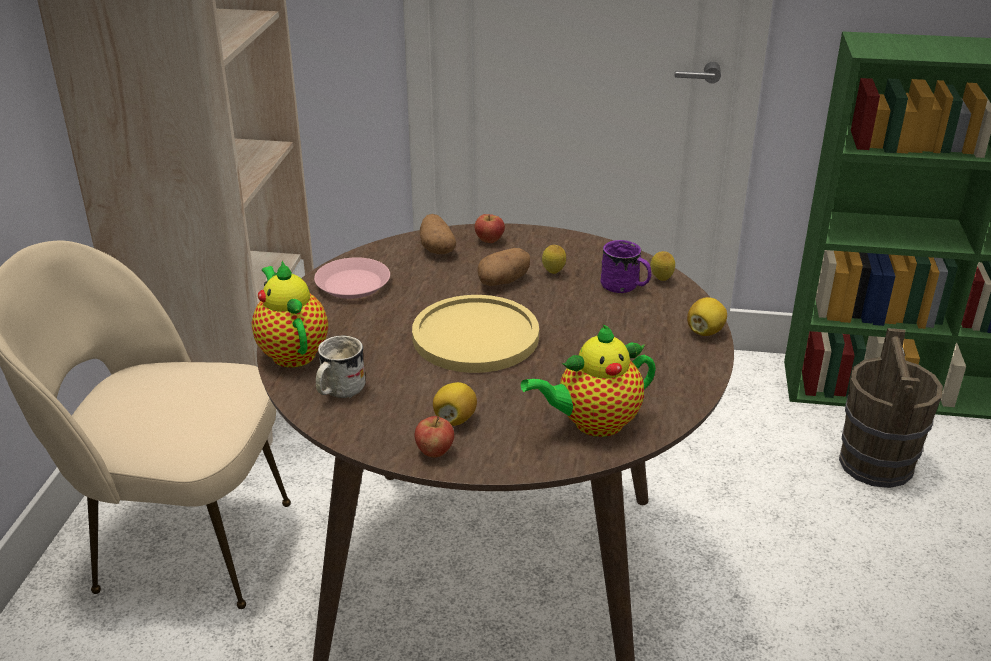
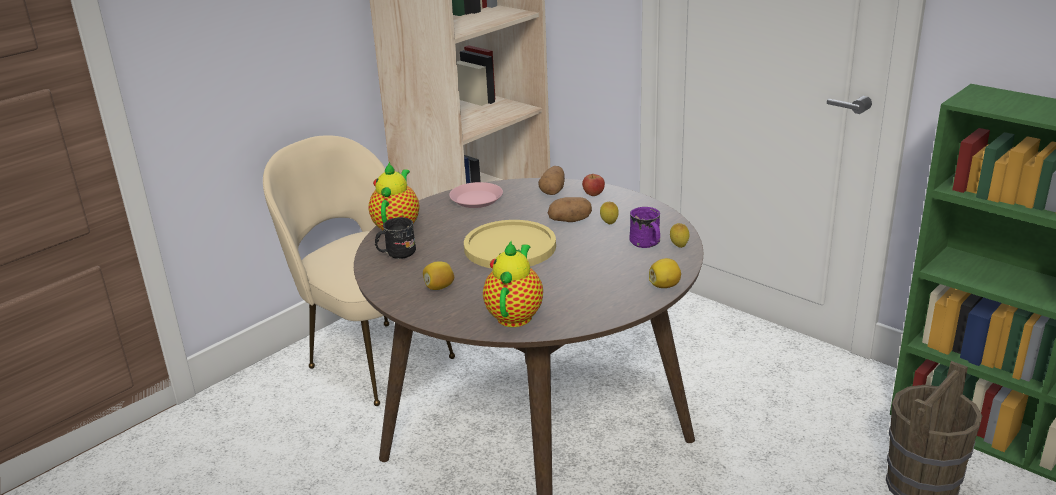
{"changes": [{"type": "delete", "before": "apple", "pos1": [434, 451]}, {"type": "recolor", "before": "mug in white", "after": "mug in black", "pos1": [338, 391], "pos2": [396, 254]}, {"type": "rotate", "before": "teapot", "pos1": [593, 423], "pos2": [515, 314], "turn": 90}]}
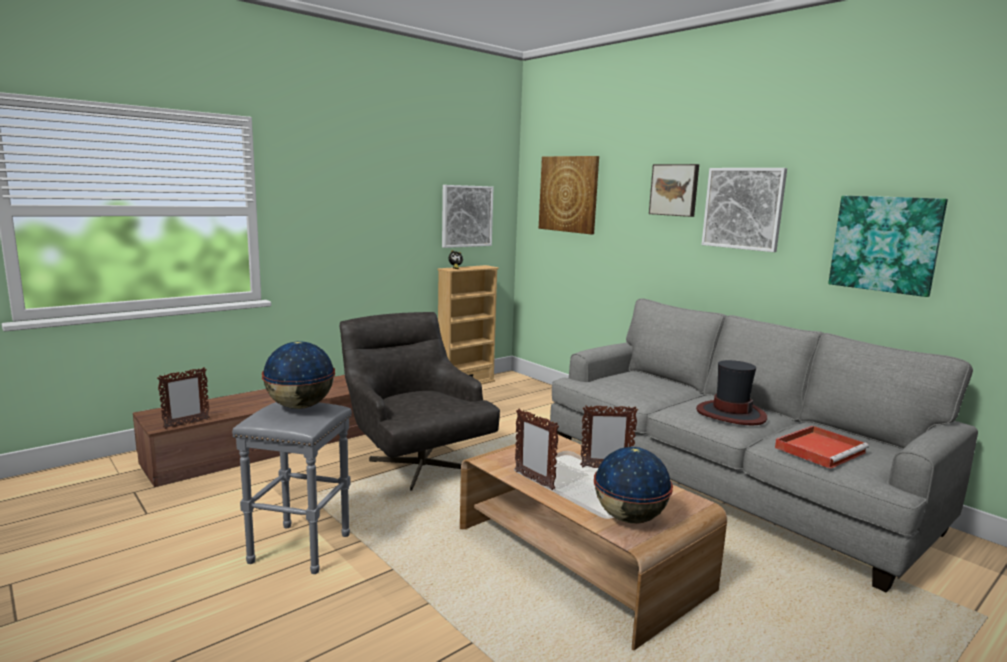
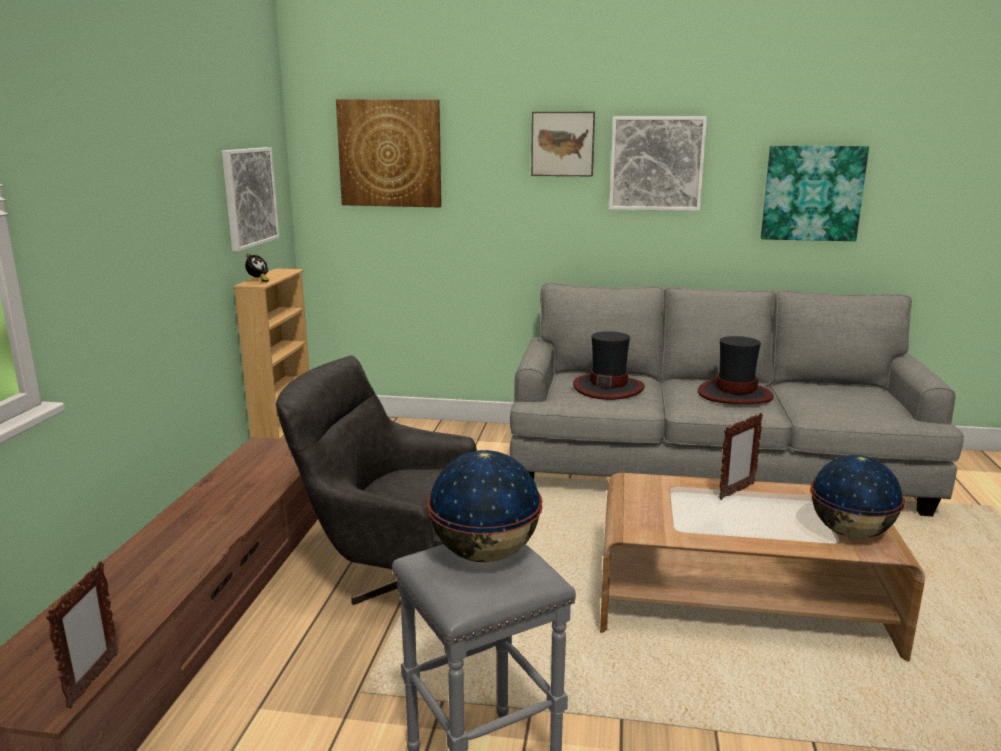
{"changes": [{"type": "delete", "before": "picture frame", "pos1": [534, 480]}, {"type": "delete", "before": "tray in red", "pos1": [820, 449]}, {"type": "insert", "after": "hat", "pos2": [608, 388]}]}
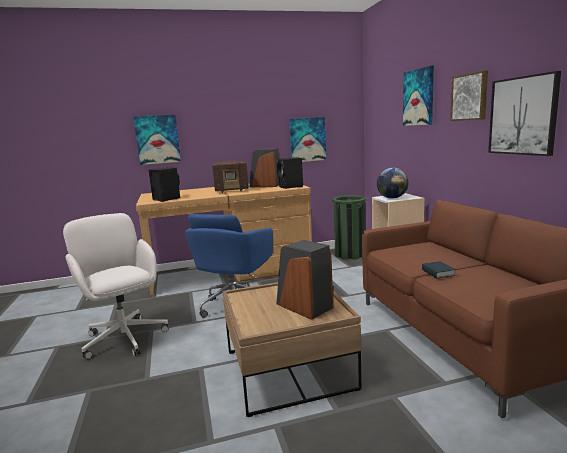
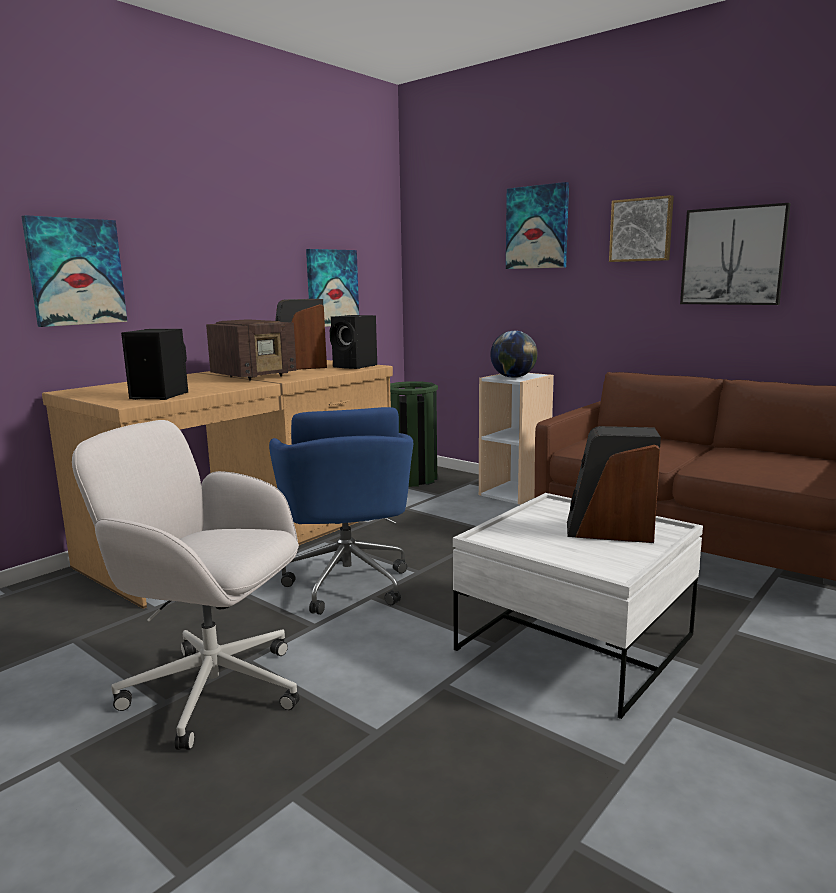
{"changes": [{"type": "delete", "before": "book", "pos1": [437, 273]}, {"type": "recolor", "before": "coffee table in brown", "after": "coffee table in white", "pos1": [289, 370], "pos2": [575, 643]}]}
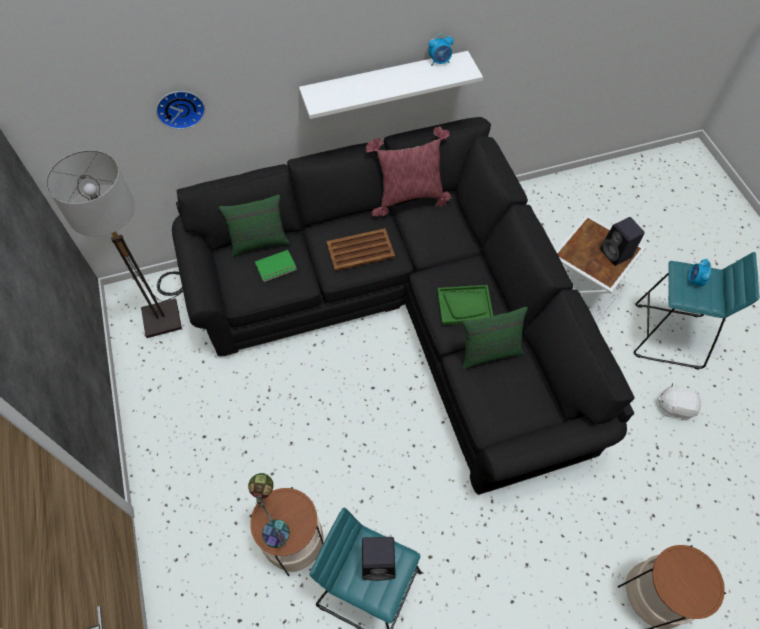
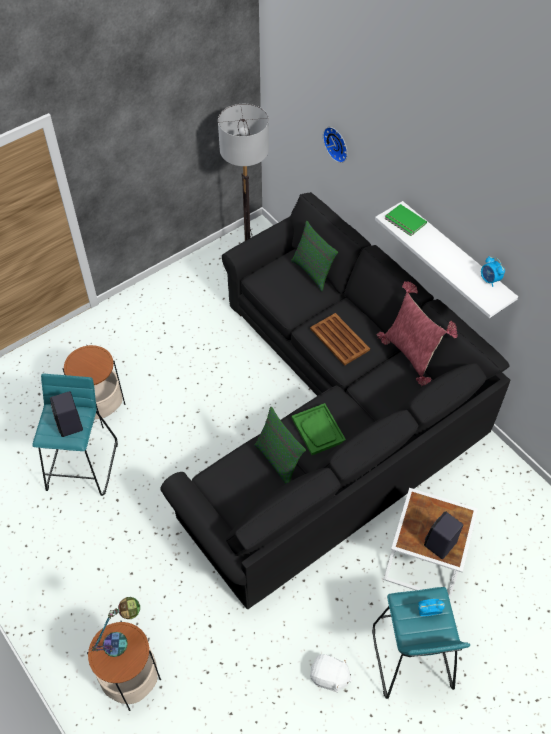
{"changes": [{"type": "move", "before": "table lamp", "pos1": [275, 525], "pos2": [122, 641]}, {"type": "move", "before": "book in green", "pos1": [276, 267], "pos2": [404, 222]}, {"type": "rotate", "before": "plush toy in white", "pos1": [675, 407], "pos2": [329, 677], "turn": 120}]}
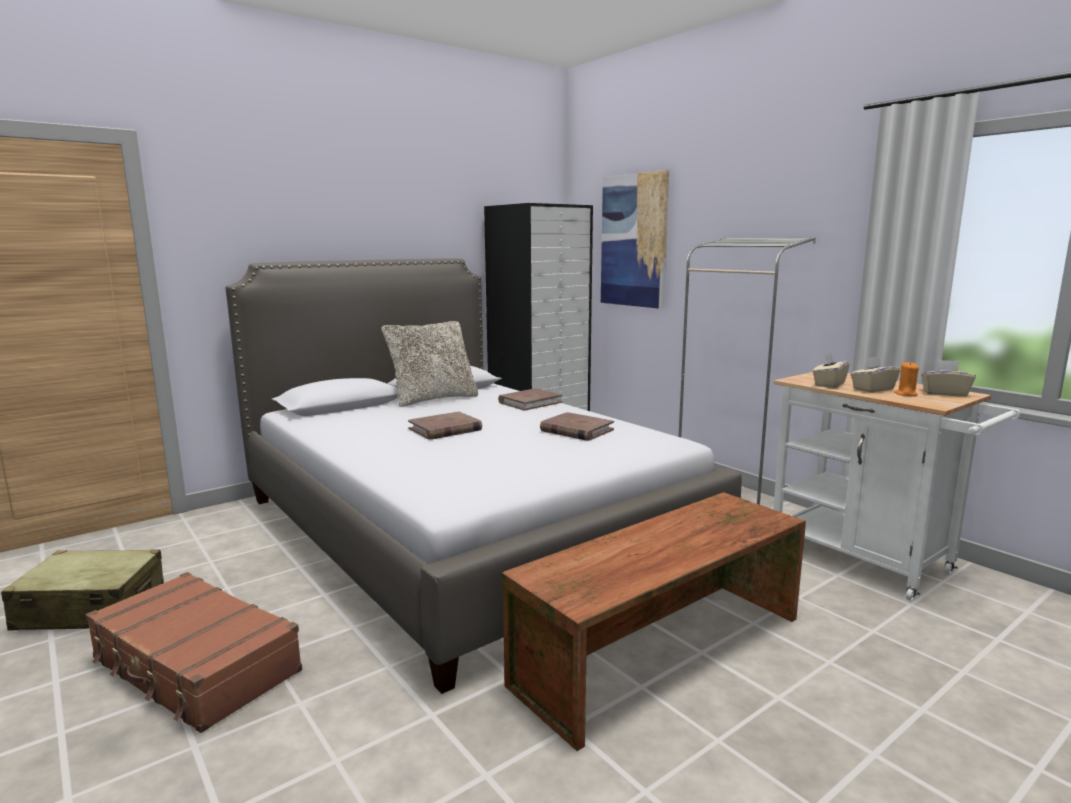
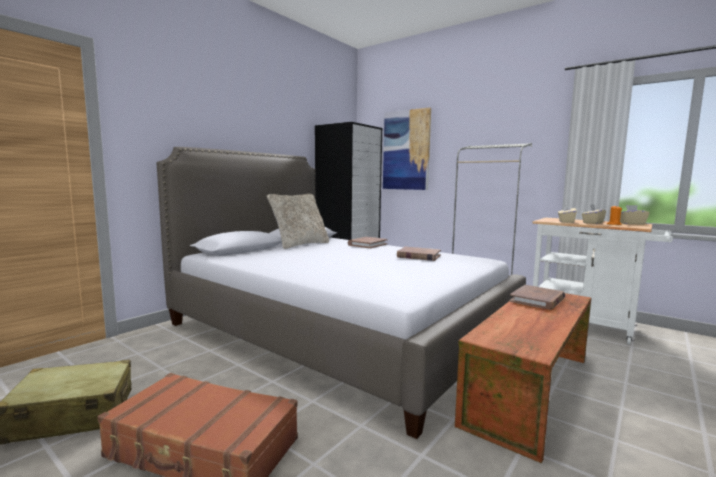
{"changes": [{"type": "move", "before": "book in brown", "pos1": [445, 429], "pos2": [537, 300]}]}
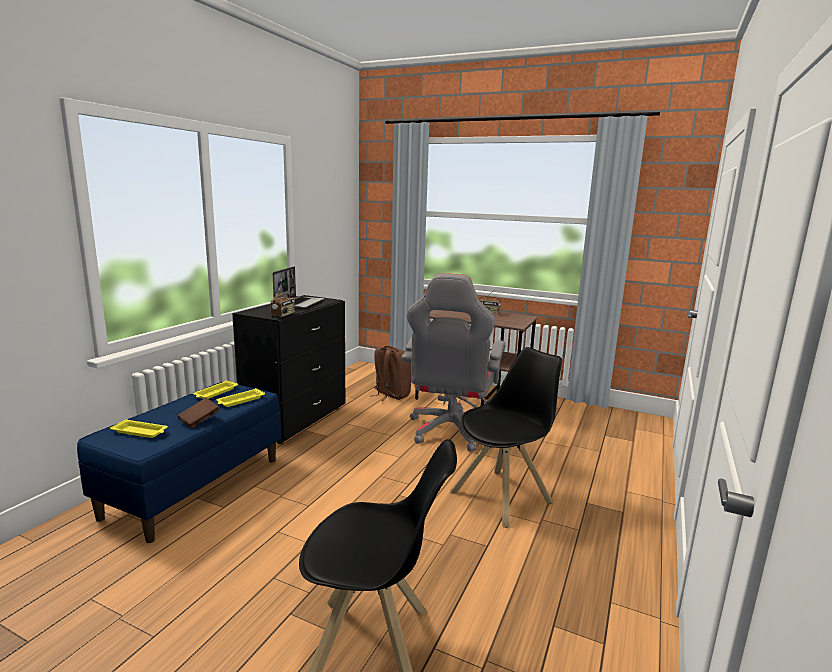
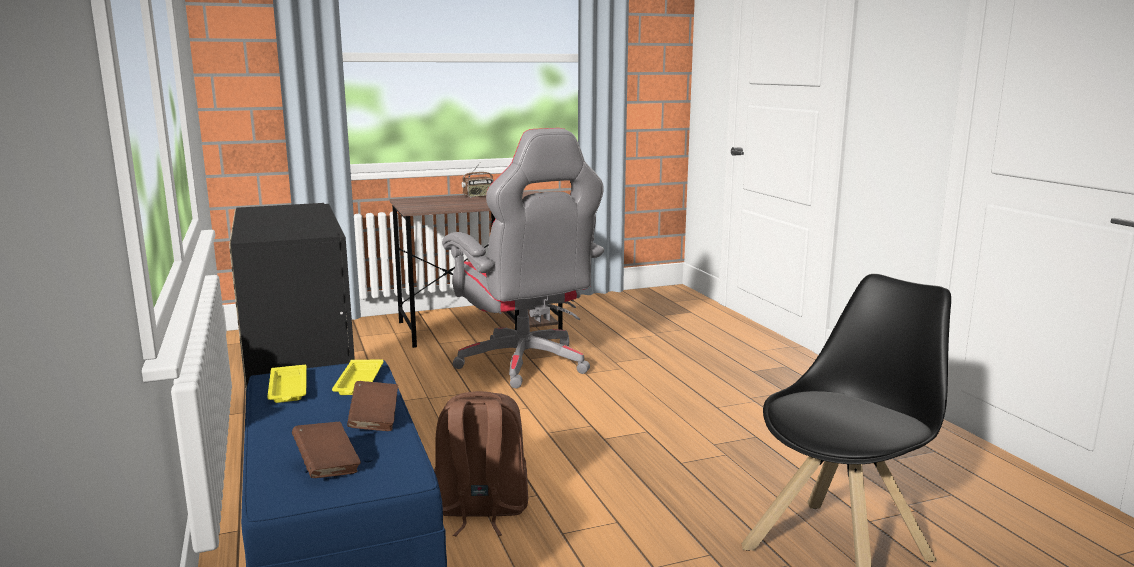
{"changes": [{"type": "delete", "before": "radio", "pos1": [283, 315]}, {"type": "delete", "before": "laptop", "pos1": [299, 303]}, {"type": "delete", "before": "chair in black", "pos1": [503, 496]}, {"type": "move", "before": "backpack in brown", "pos1": [390, 395], "pos2": [481, 510]}, {"type": "replace", "before": "tray in yellow", "after": "book in brown", "pos1": [140, 432], "pos2": [327, 466]}]}
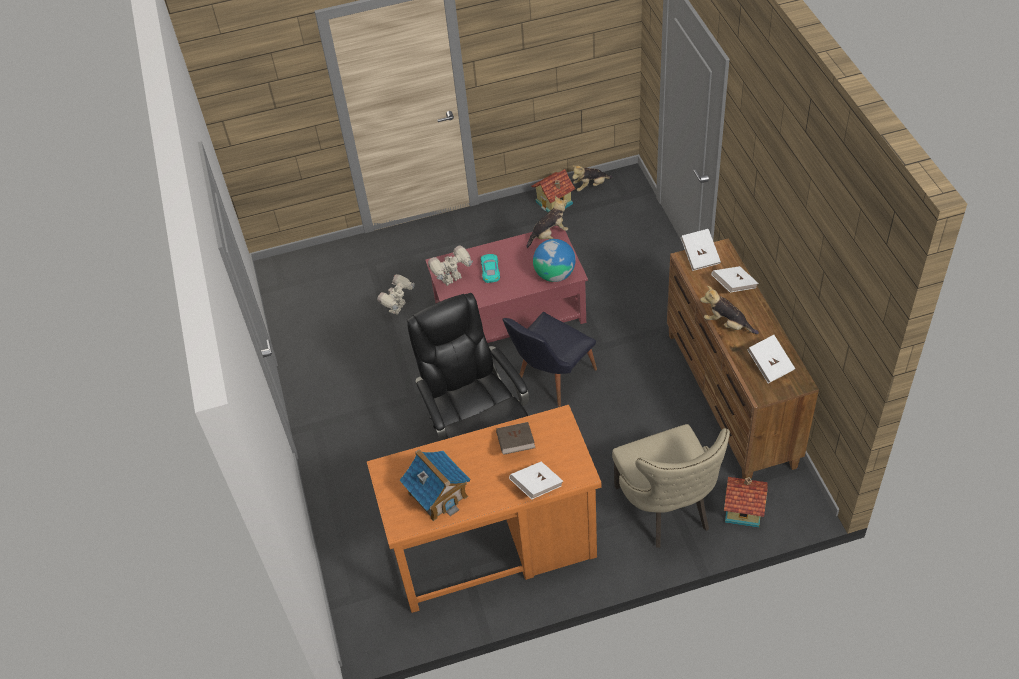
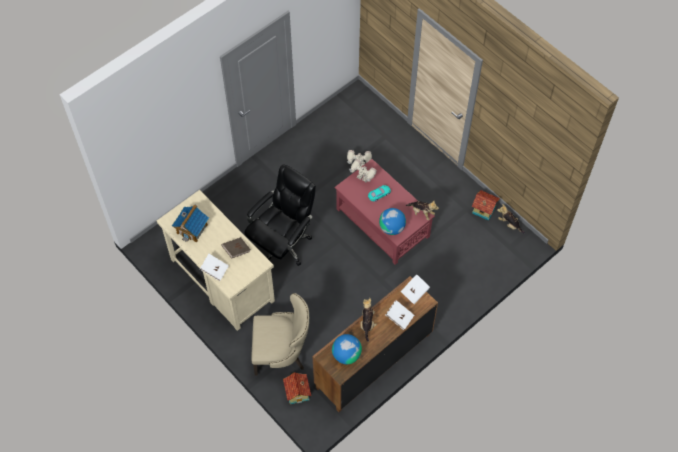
{"changes": [{"type": "delete", "before": "chair in black", "pos1": [550, 380]}, {"type": "replace", "before": "book in white", "after": "globe", "pos1": [770, 365], "pos2": [346, 355]}, {"type": "recolor", "before": "desk in orange", "after": "desk in beige", "pos1": [493, 549], "pos2": [221, 280]}, {"type": "rotate", "before": "chair in beige", "pos1": [667, 509], "pos2": [282, 354], "turn": -135}]}
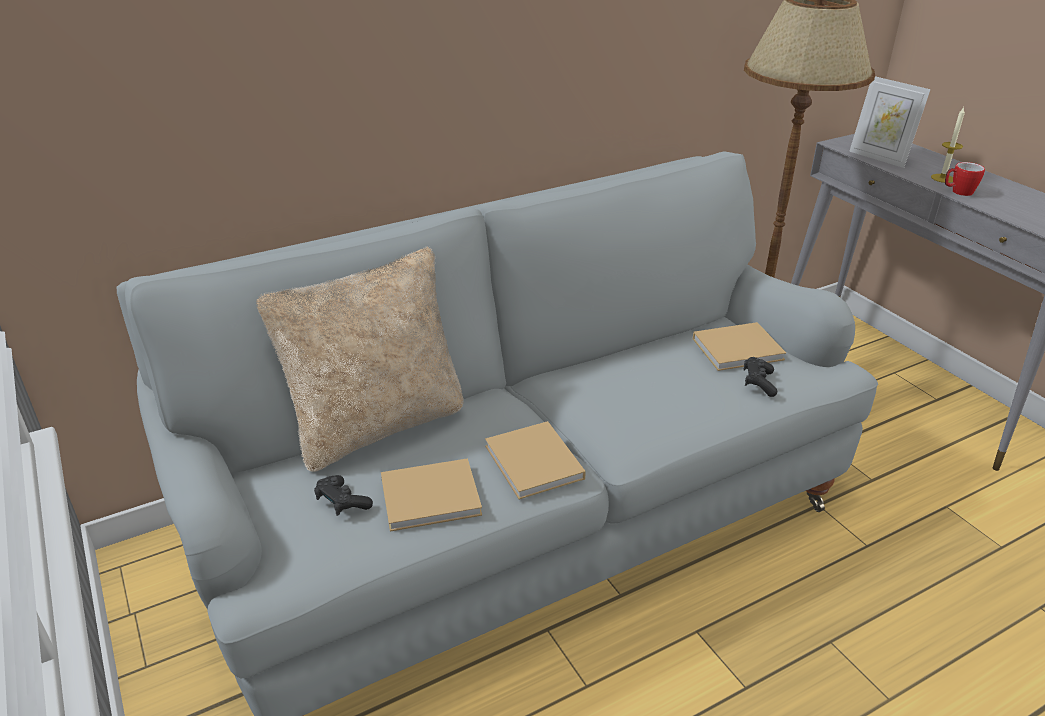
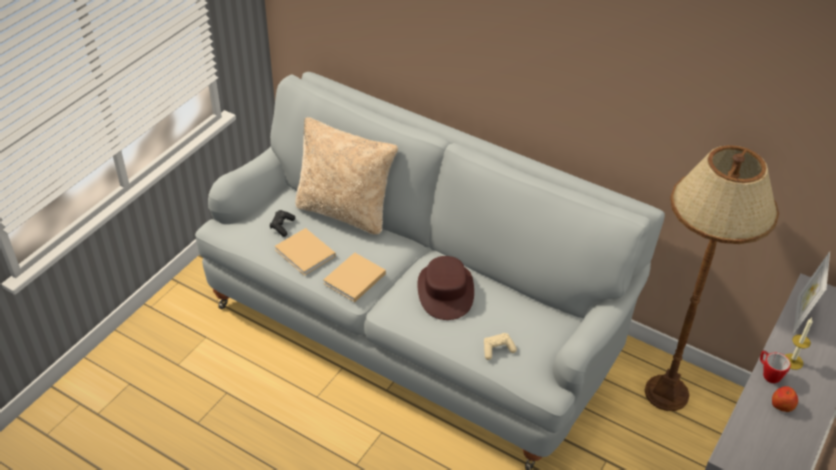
{"changes": [{"type": "delete", "before": "book in beige", "pos1": [740, 349]}, {"type": "insert", "after": "hat in brown", "pos2": [445, 291]}, {"type": "insert", "after": "apple", "pos2": [782, 405]}, {"type": "recolor", "before": "game controller in black", "after": "game controller in beige", "pos1": [758, 383], "pos2": [497, 349]}]}
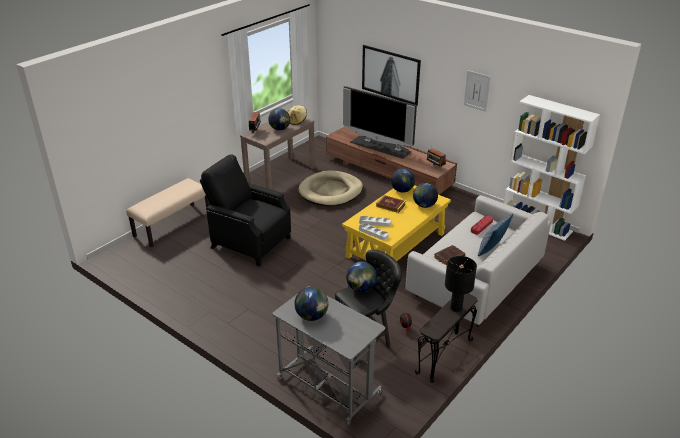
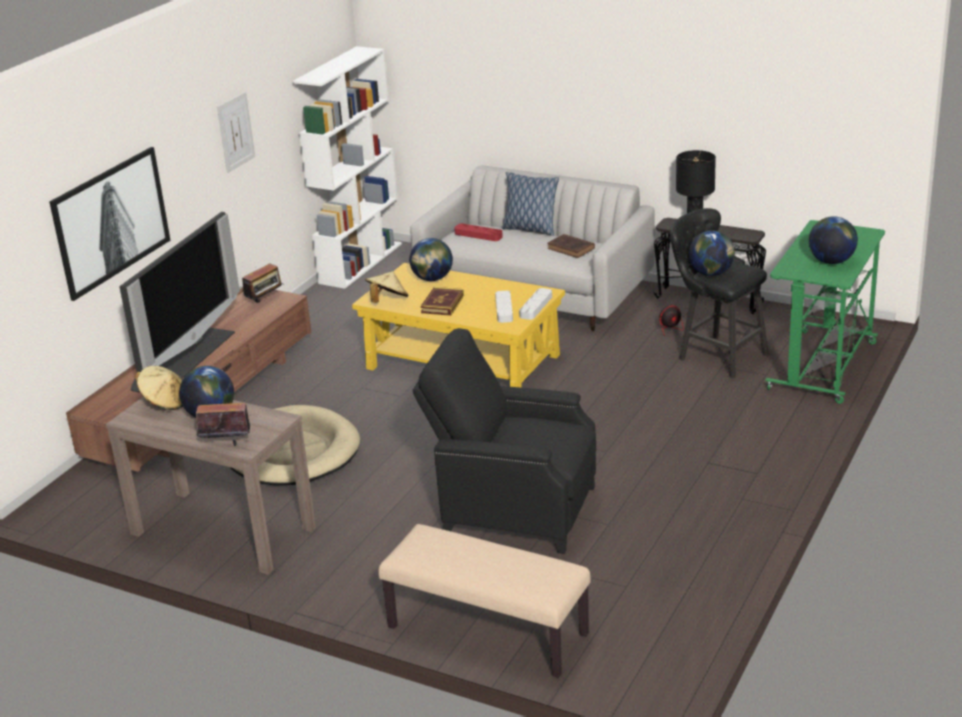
{"changes": [{"type": "replace", "before": "globe", "after": "hat in beige", "pos1": [402, 190], "pos2": [387, 301]}, {"type": "recolor", "before": "desk in grey", "after": "desk in green", "pos1": [328, 386], "pos2": [822, 366]}, {"type": "rotate", "before": "armchair in black", "pos1": [248, 242], "pos2": [512, 509], "turn": 90}]}
